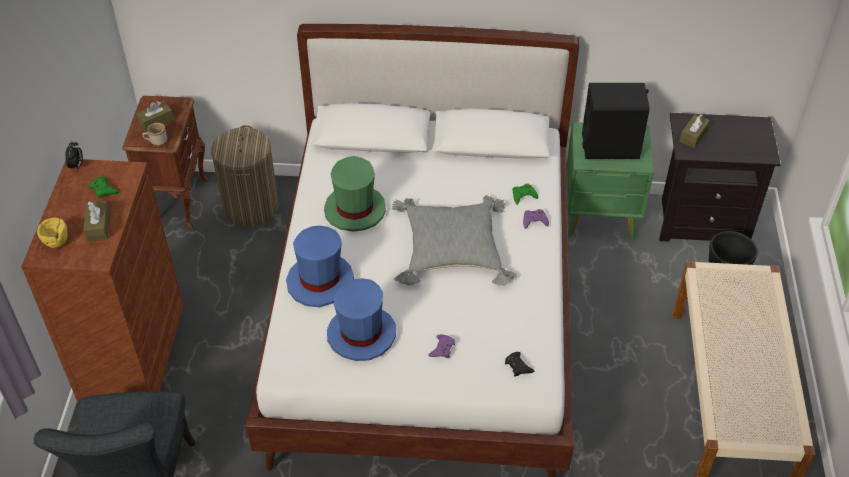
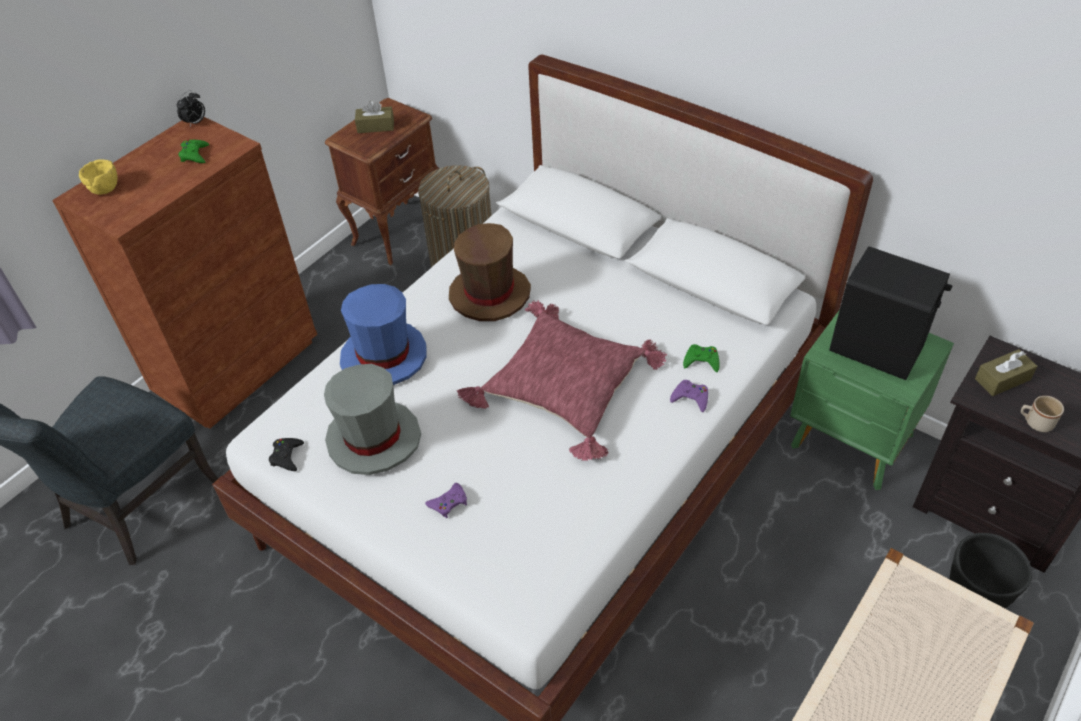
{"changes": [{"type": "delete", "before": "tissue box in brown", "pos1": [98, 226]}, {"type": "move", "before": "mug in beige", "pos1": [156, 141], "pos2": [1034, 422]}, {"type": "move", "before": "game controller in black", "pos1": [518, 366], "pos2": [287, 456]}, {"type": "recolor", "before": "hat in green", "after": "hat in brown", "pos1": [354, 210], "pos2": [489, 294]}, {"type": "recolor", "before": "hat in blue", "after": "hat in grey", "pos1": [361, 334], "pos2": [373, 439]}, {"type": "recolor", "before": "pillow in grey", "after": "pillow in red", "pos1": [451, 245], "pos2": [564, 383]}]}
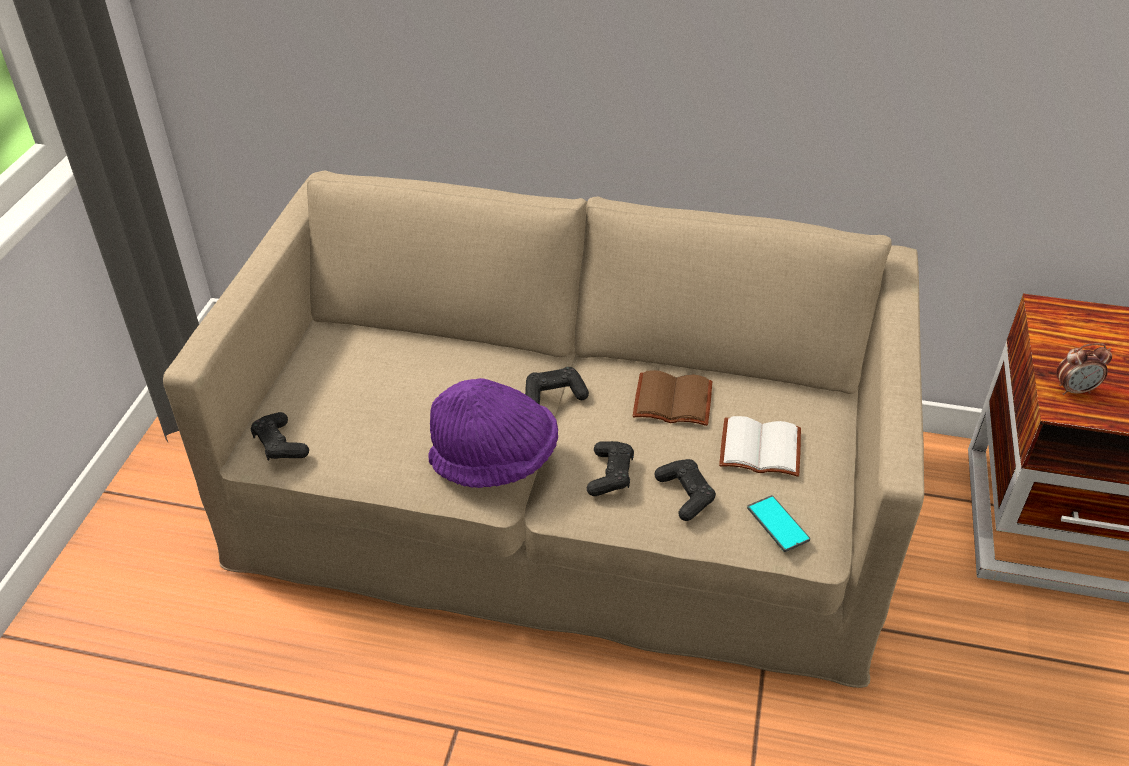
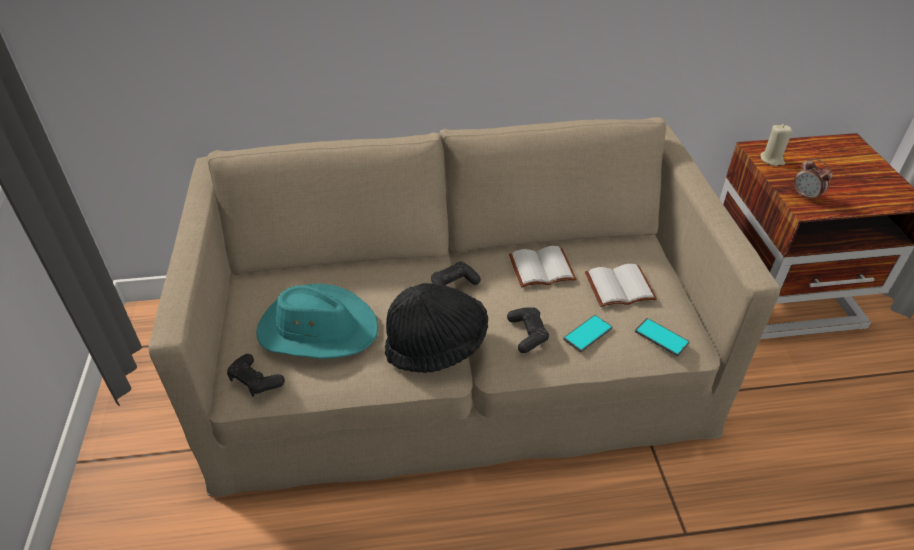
{"changes": [{"type": "insert", "after": "hat in turquoise", "pos2": [317, 328]}, {"type": "insert", "after": "candle in beige", "pos2": [772, 160]}, {"type": "replace", "before": "game controller in black", "after": "phone", "pos1": [685, 494], "pos2": [587, 334]}, {"type": "recolor", "before": "hat in purple", "after": "hat in black", "pos1": [495, 460], "pos2": [436, 346]}, {"type": "recolor", "before": "book in brown", "after": "book in white", "pos1": [671, 402], "pos2": [541, 270]}, {"type": "rotate", "before": "alarm clock", "pos1": [1074, 390], "pos2": [805, 196], "turn": 75}]}
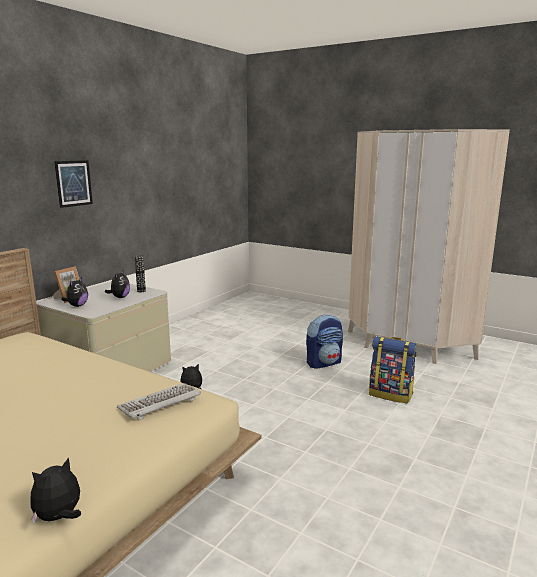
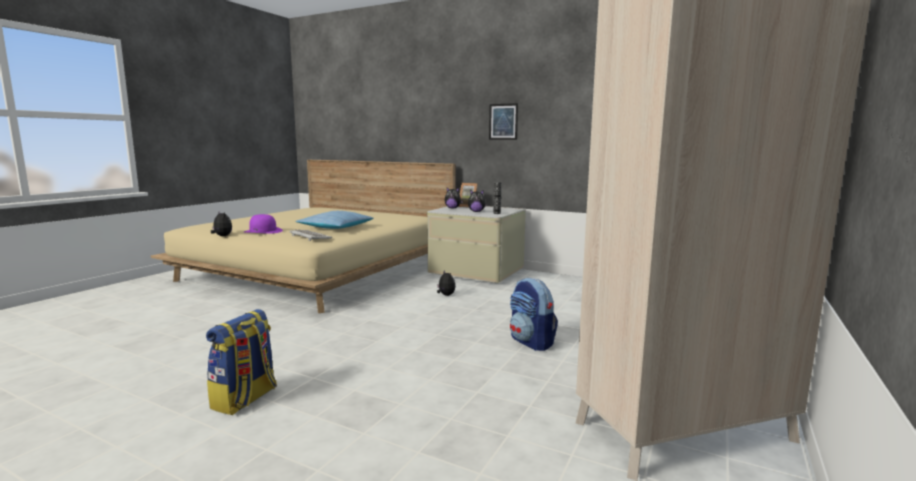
{"changes": [{"type": "insert", "after": "hat in purple", "pos2": [263, 231]}, {"type": "insert", "after": "pillow", "pos2": [335, 227]}, {"type": "move", "before": "backpack", "pos1": [391, 394], "pos2": [245, 399]}]}
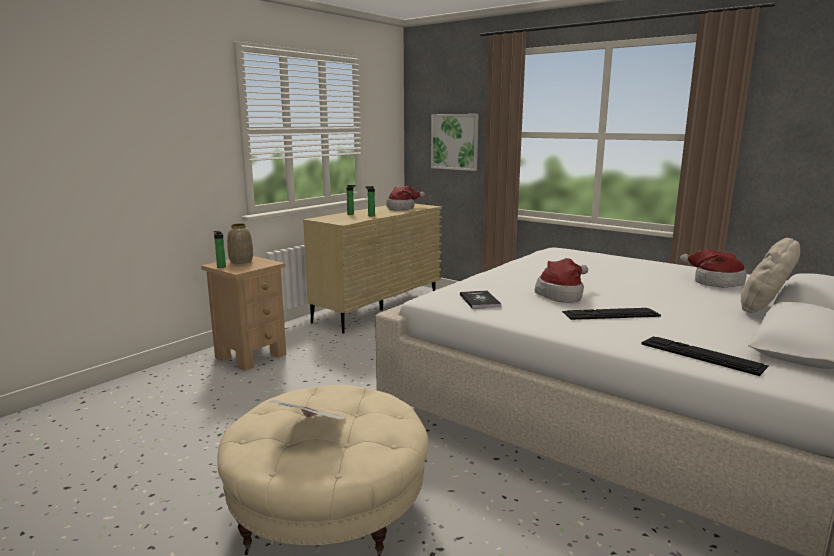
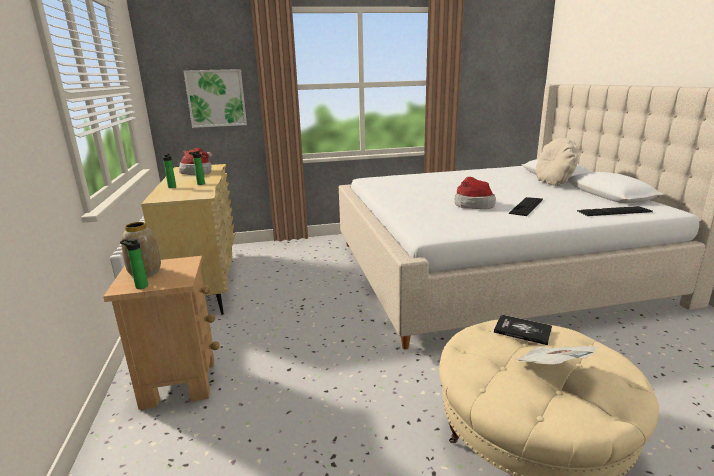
{"changes": [{"type": "delete", "before": "hat", "pos1": [714, 282]}, {"type": "move", "before": "book", "pos1": [479, 300], "pos2": [522, 330]}]}
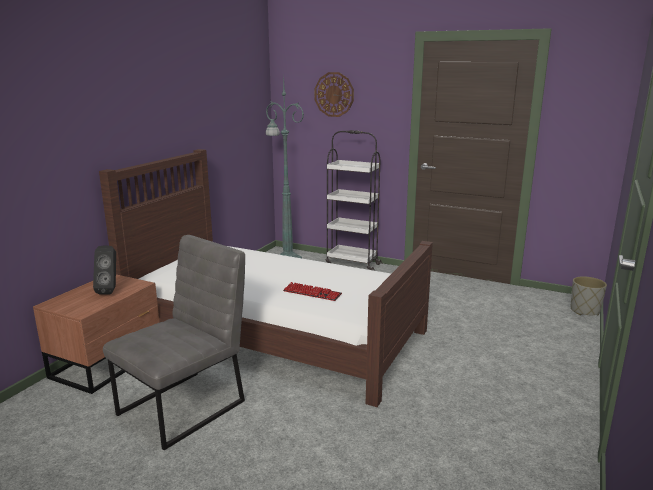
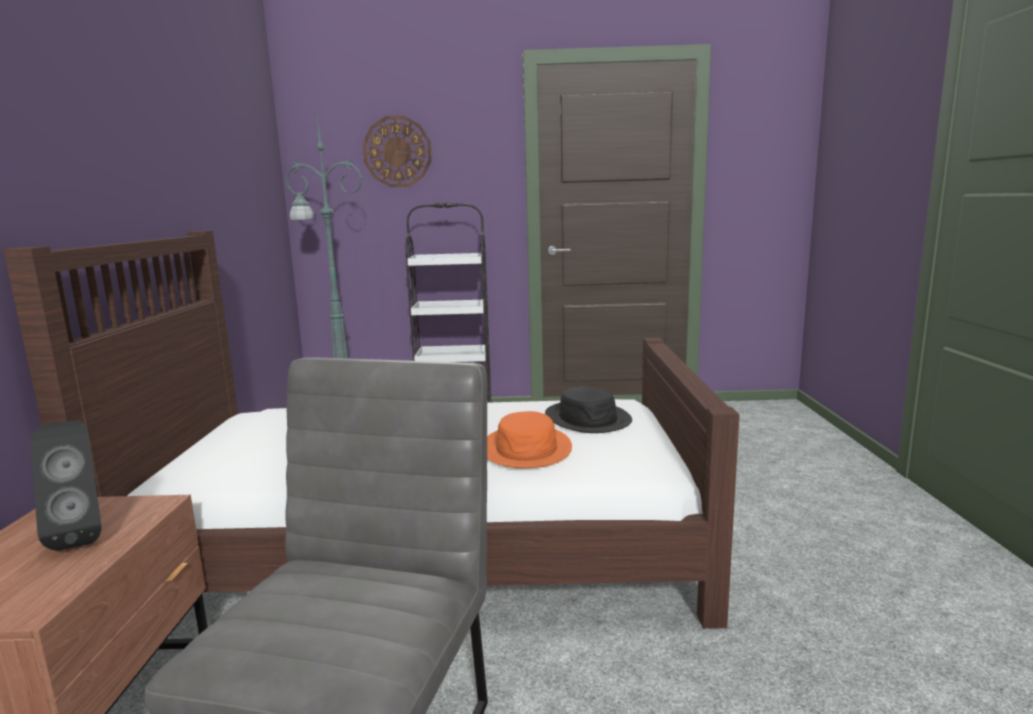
{"changes": [{"type": "delete", "before": "planter in grey", "pos1": [585, 310]}, {"type": "insert", "after": "hat in black", "pos2": [588, 418]}, {"type": "replace", "before": "keyboard", "after": "hat in orange", "pos1": [312, 293], "pos2": [527, 449]}]}
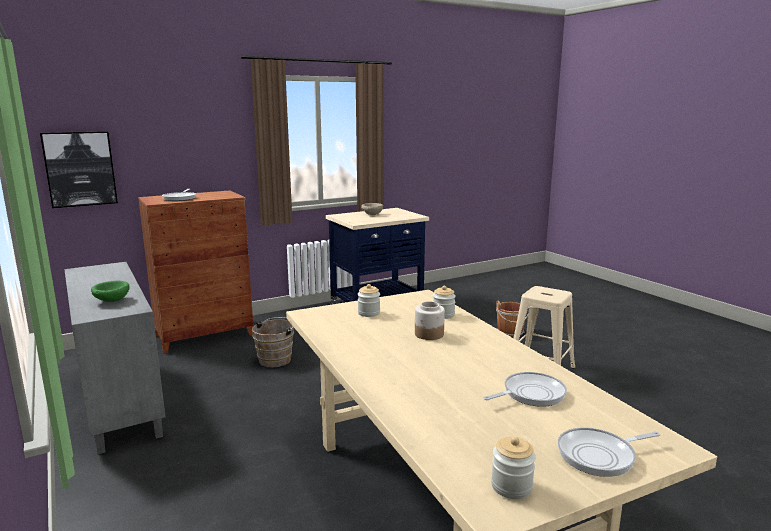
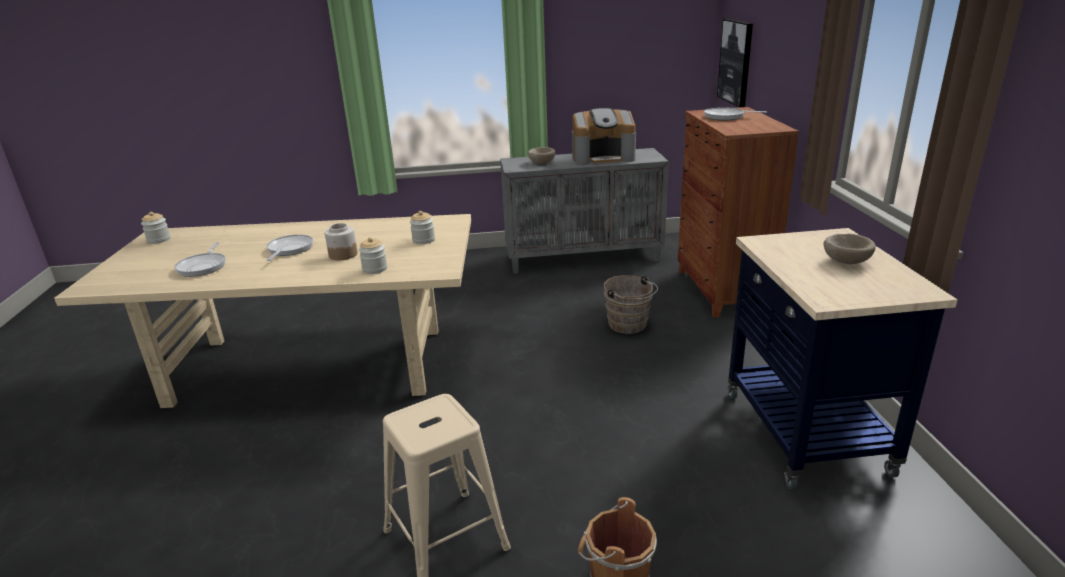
{"changes": [{"type": "insert", "after": "coffee machine", "pos2": [603, 158]}, {"type": "move", "before": "frying pan", "pos1": [600, 455], "pos2": [289, 249]}, {"type": "recolor", "before": "bowl in green", "after": "bowl in beige", "pos1": [111, 301], "pos2": [541, 163]}]}
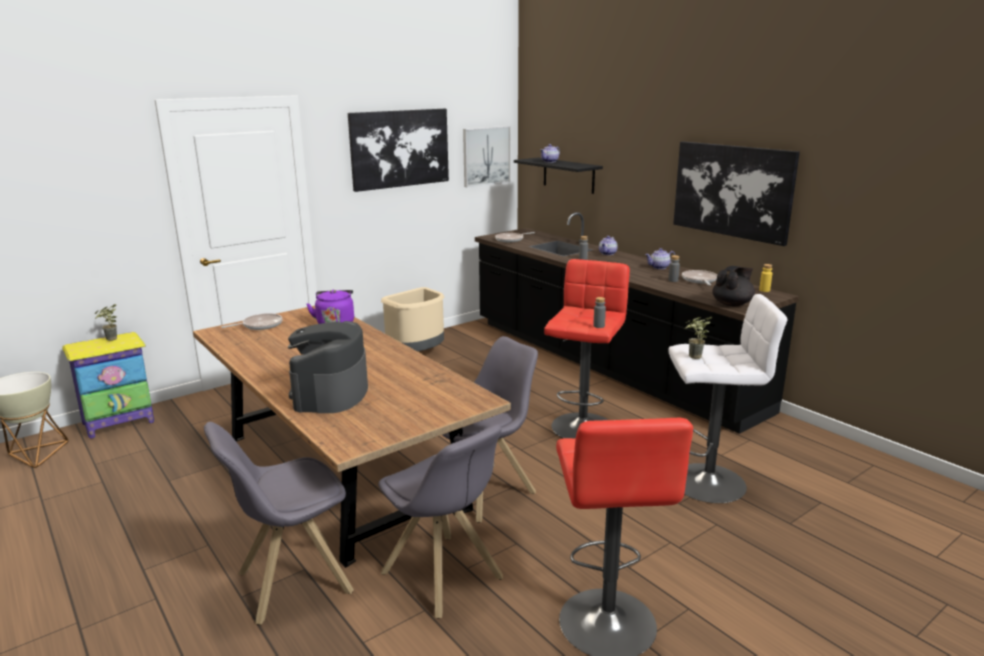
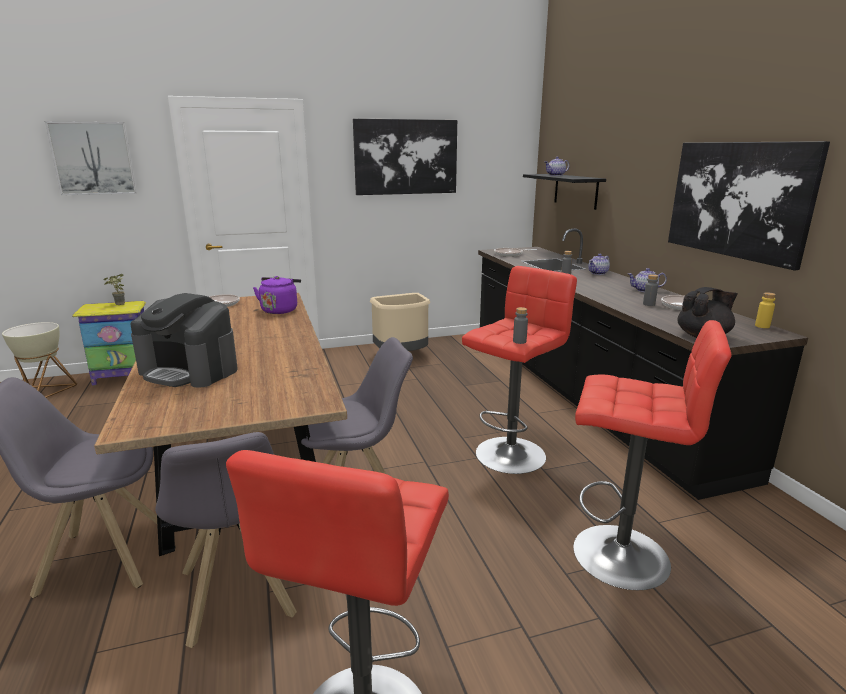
{"changes": [{"type": "delete", "before": "potted plant", "pos1": [693, 358]}, {"type": "move", "before": "picture", "pos1": [486, 156], "pos2": [93, 158]}, {"type": "recolor", "before": "stool in white", "after": "stool in red", "pos1": [709, 483], "pos2": [621, 557]}, {"type": "rotate", "before": "coffee machine", "pos1": [330, 393], "pos2": [190, 371], "turn": -90}]}
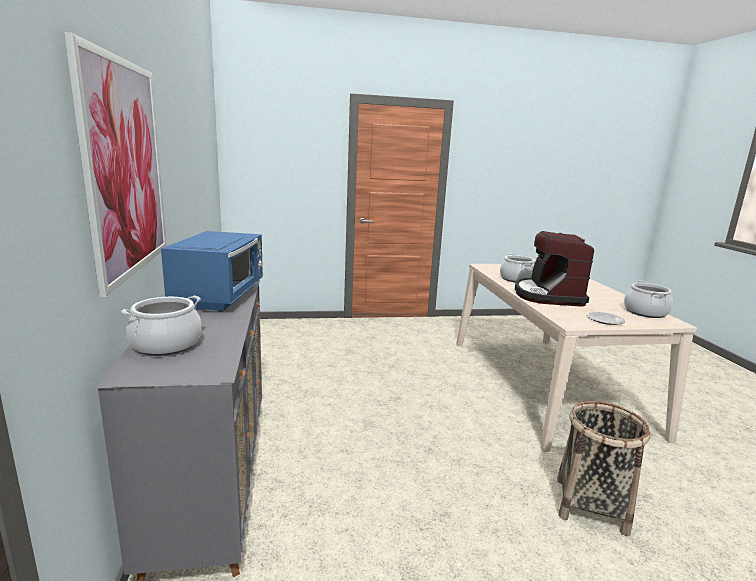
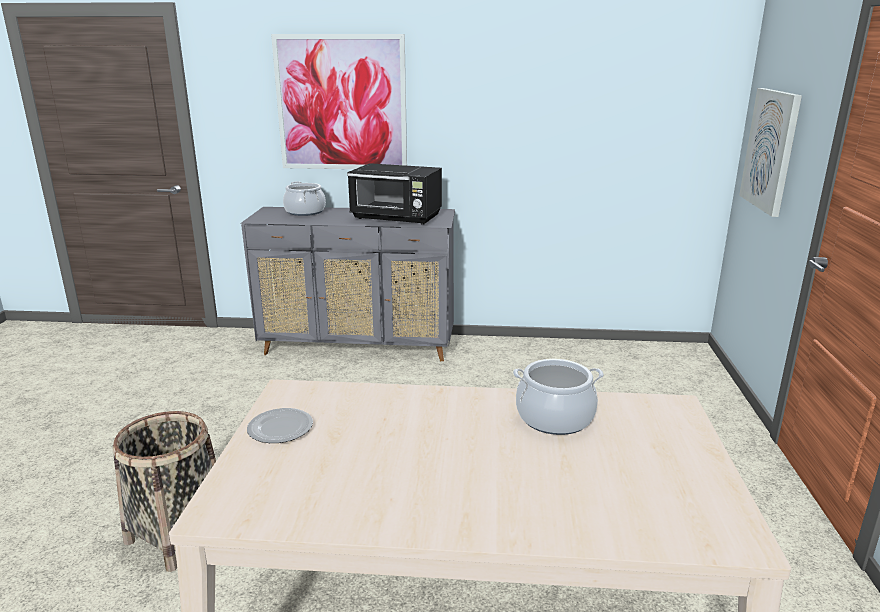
{"changes": [{"type": "delete", "before": "coffee machine", "pos1": [548, 295]}, {"type": "delete", "before": "cooking pot", "pos1": [645, 312]}, {"type": "insert", "after": "picture", "pos2": [771, 150]}, {"type": "recolor", "before": "microwave in blue", "after": "microwave in black", "pos1": [220, 296], "pos2": [397, 218]}]}
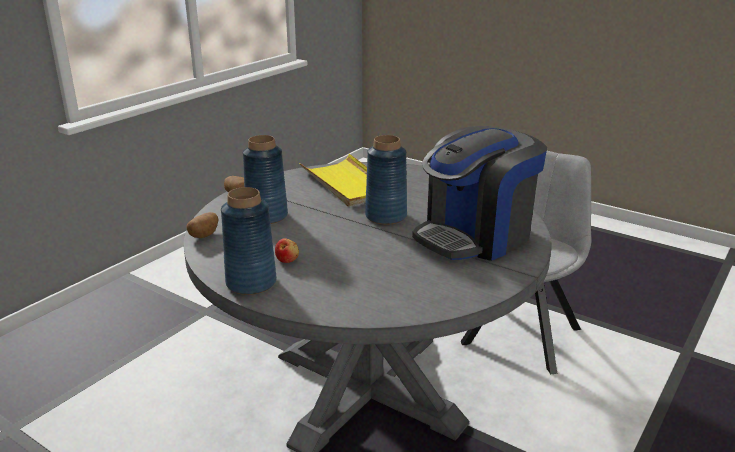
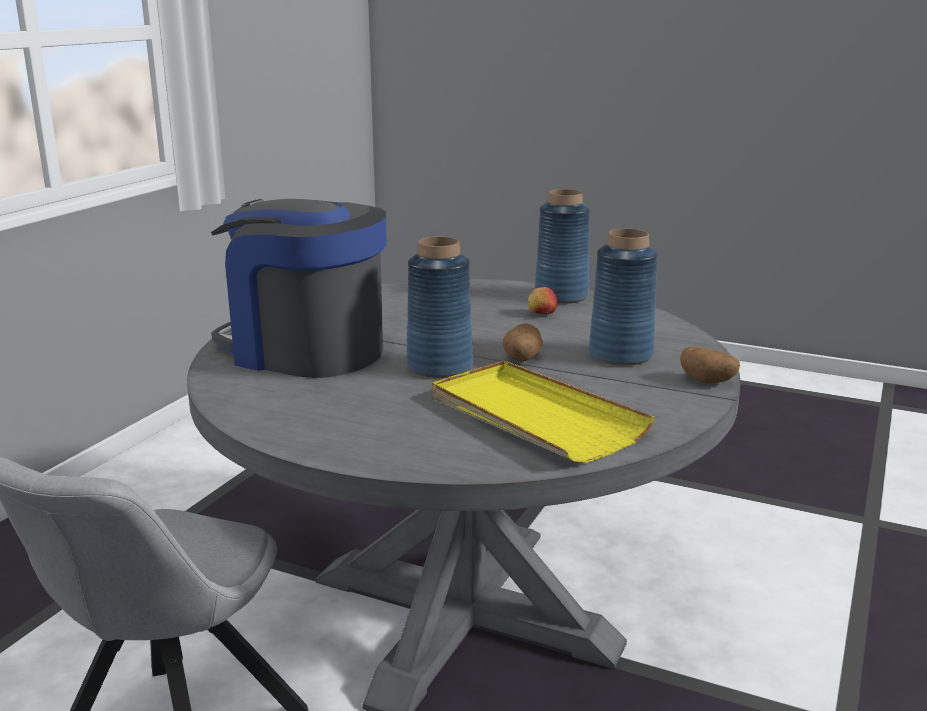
{"changes": [{"type": "move", "before": "potato", "pos1": [204, 235], "pos2": [521, 359]}, {"type": "rotate", "before": "coffee machine", "pos1": [475, 236], "pos2": [304, 350], "turn": -105}]}
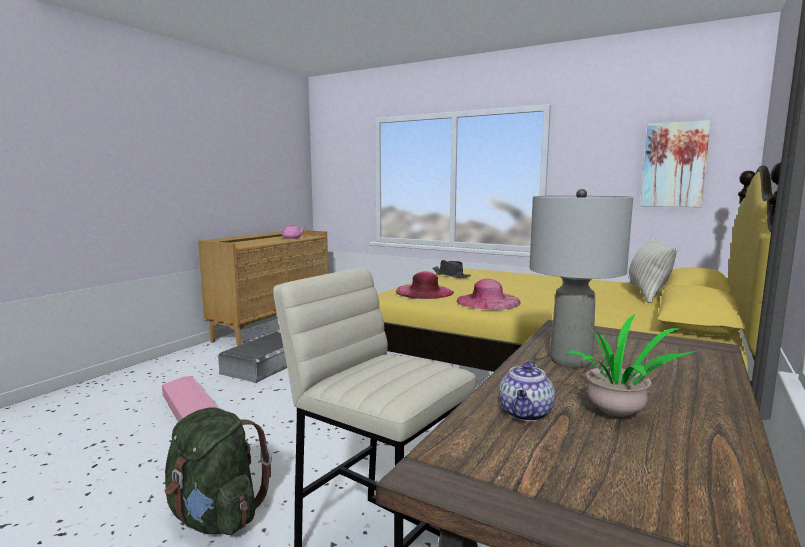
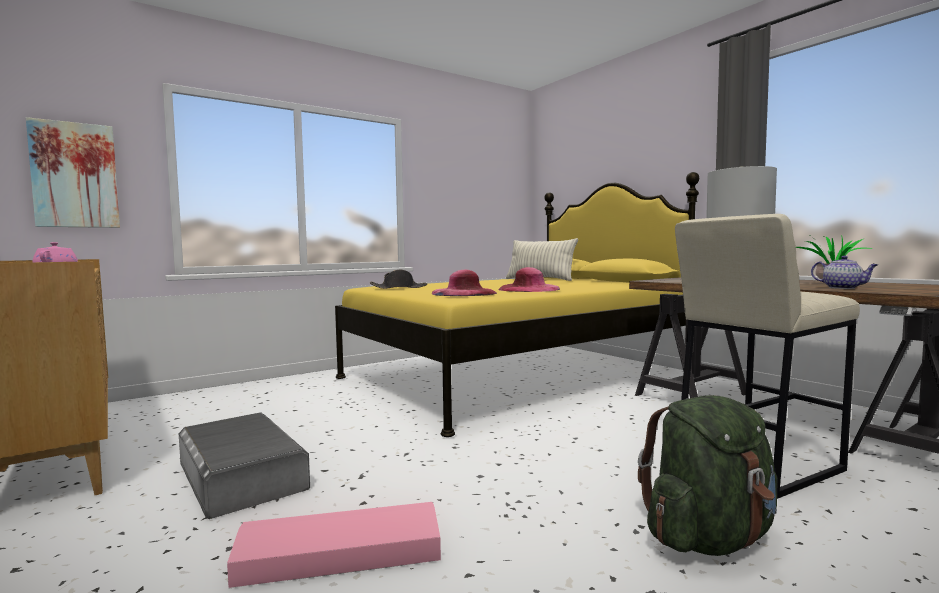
{"changes": [{"type": "move", "before": "picture", "pos1": [674, 165], "pos2": [75, 175]}]}
